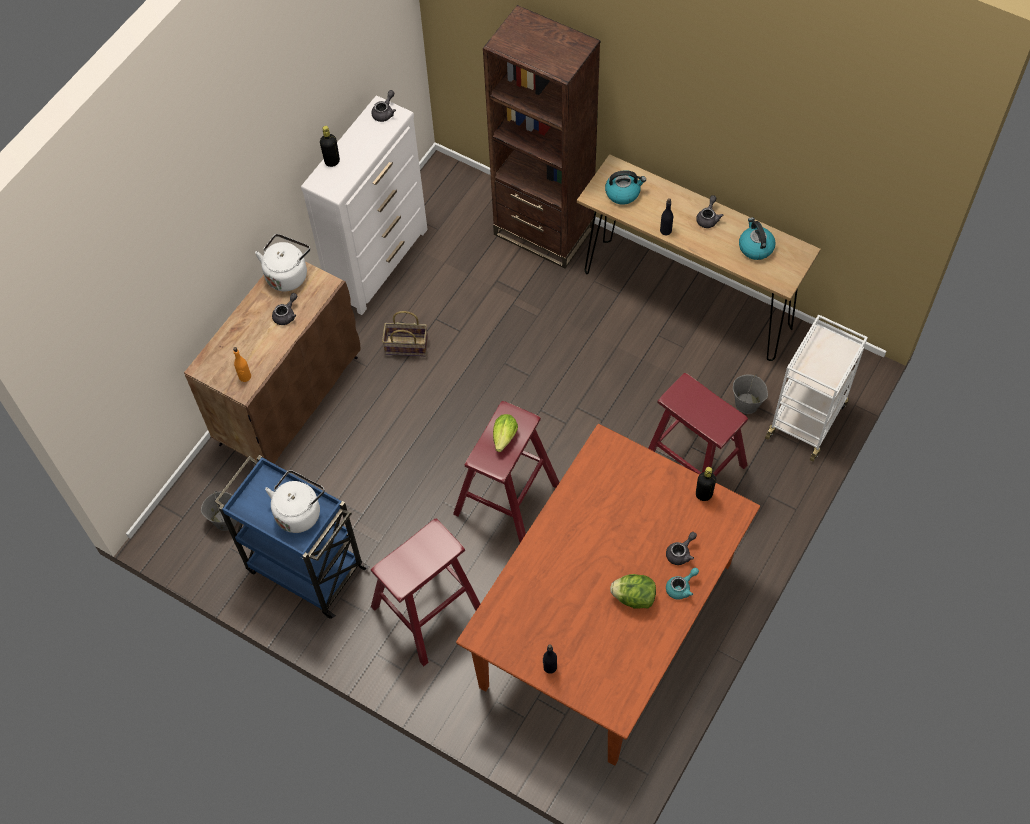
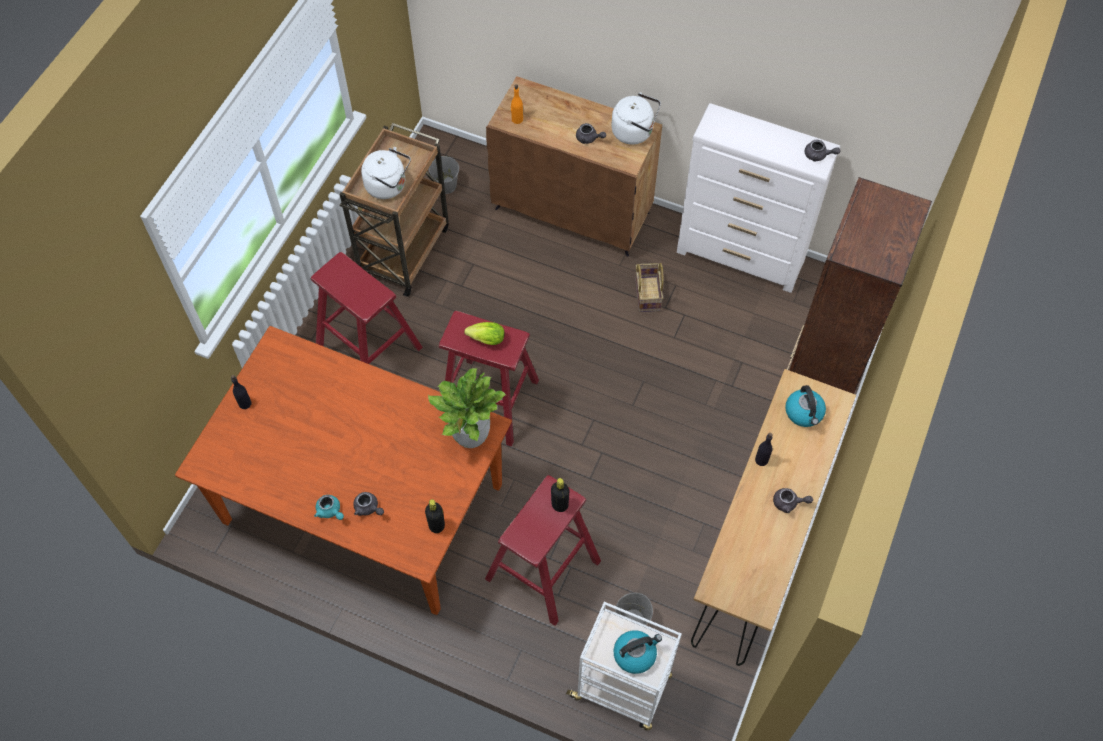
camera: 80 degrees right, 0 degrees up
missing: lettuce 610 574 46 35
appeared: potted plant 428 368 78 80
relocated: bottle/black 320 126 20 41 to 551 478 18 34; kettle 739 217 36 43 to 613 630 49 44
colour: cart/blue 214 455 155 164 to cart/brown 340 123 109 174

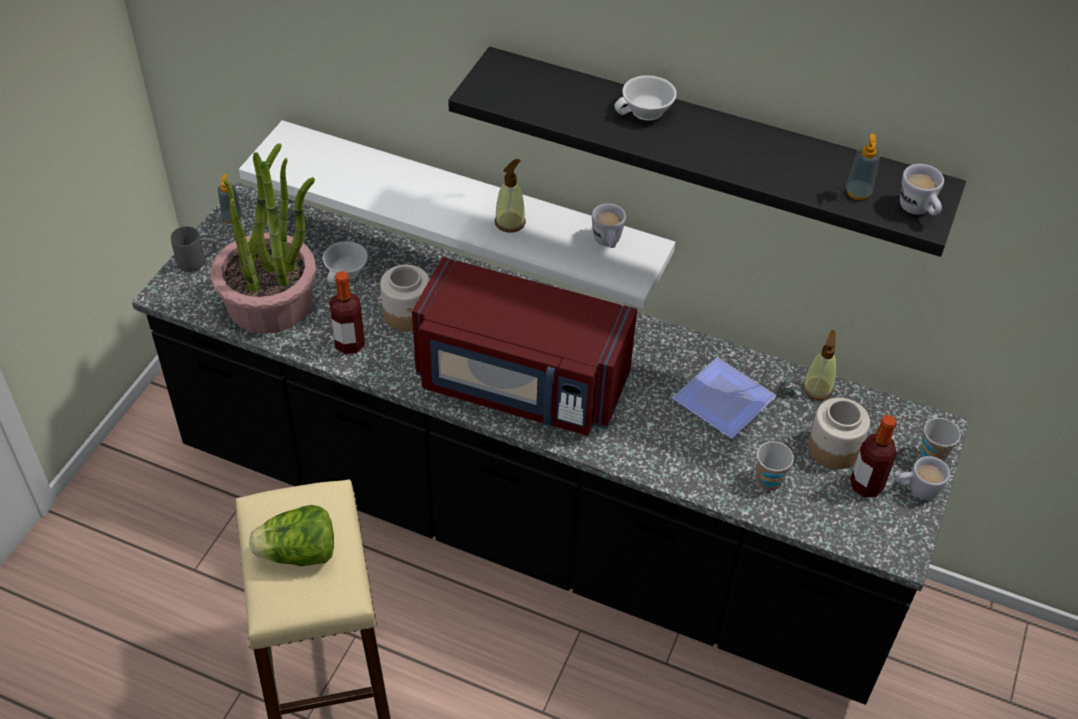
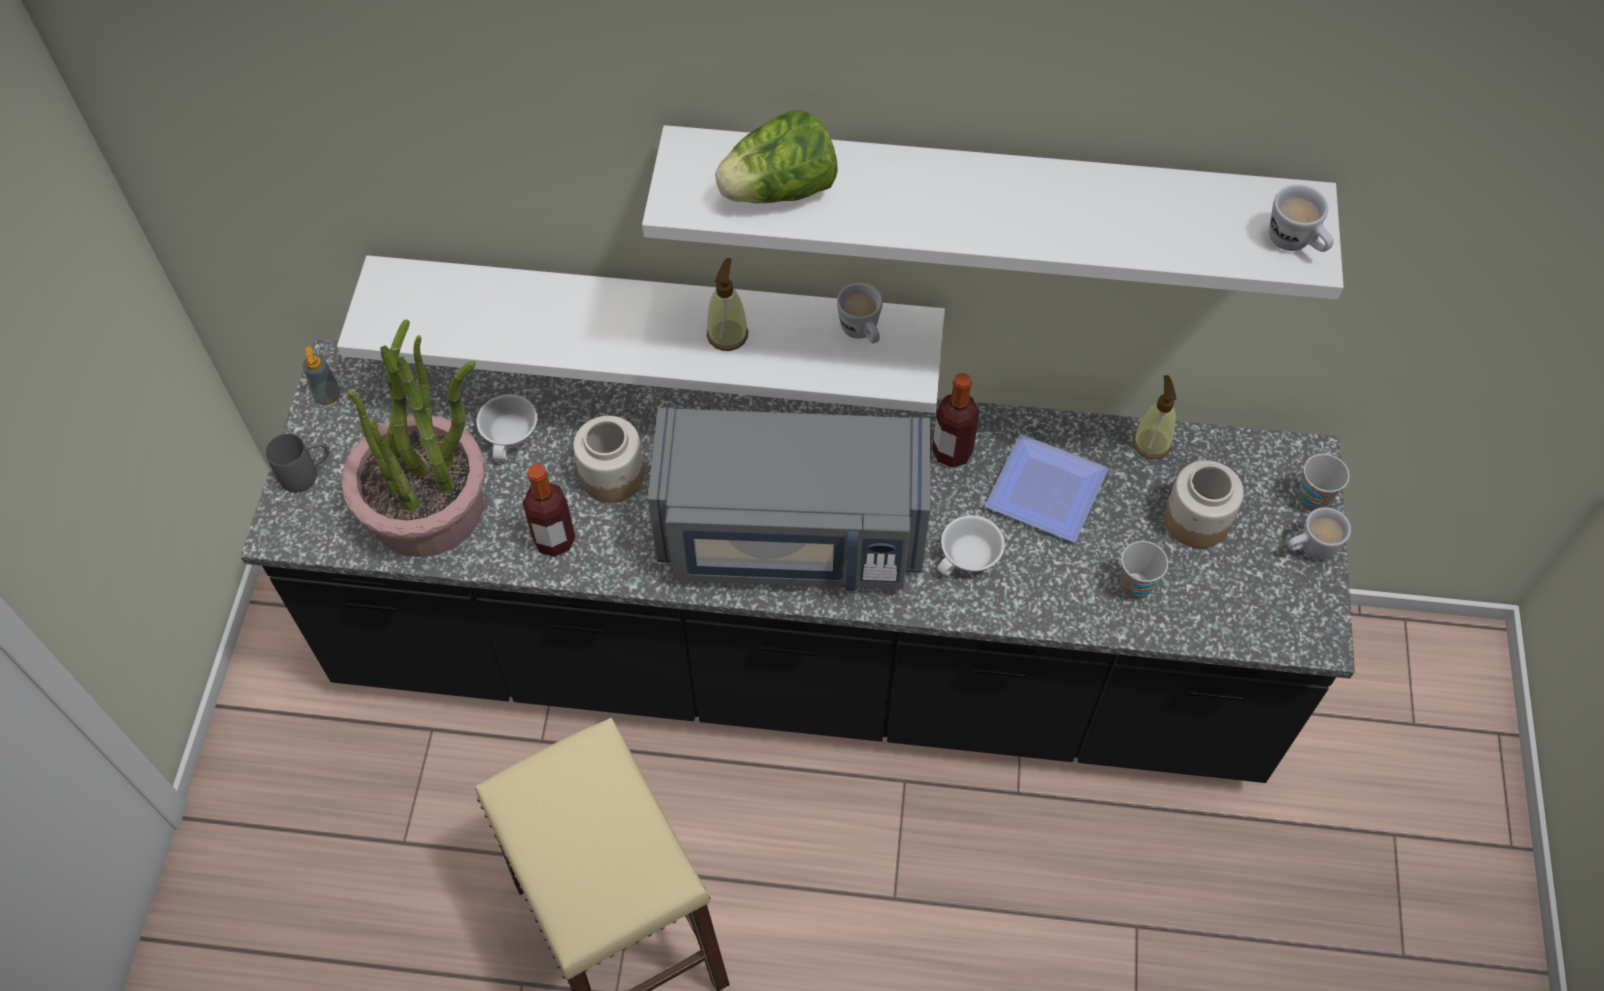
camera: 15 degrees left, 10 degrees up
missing: soap dispenser 846 133 35 67
relocated: lettuce 249 505 85 61 to 715 110 123 93; cup/white 614 75 63 46 to 937 515 68 61; bottle 850 415 47 82 to 932 373 47 95
colour: microwave/red 412 257 225 179 to microwave/grey 648 408 283 183; shelf/black 448 47 518 210 to shelf/white 642 125 701 175

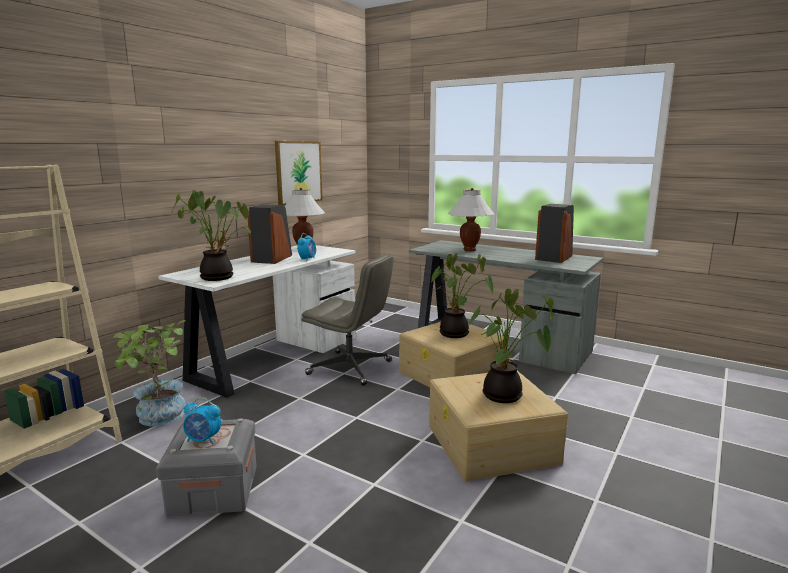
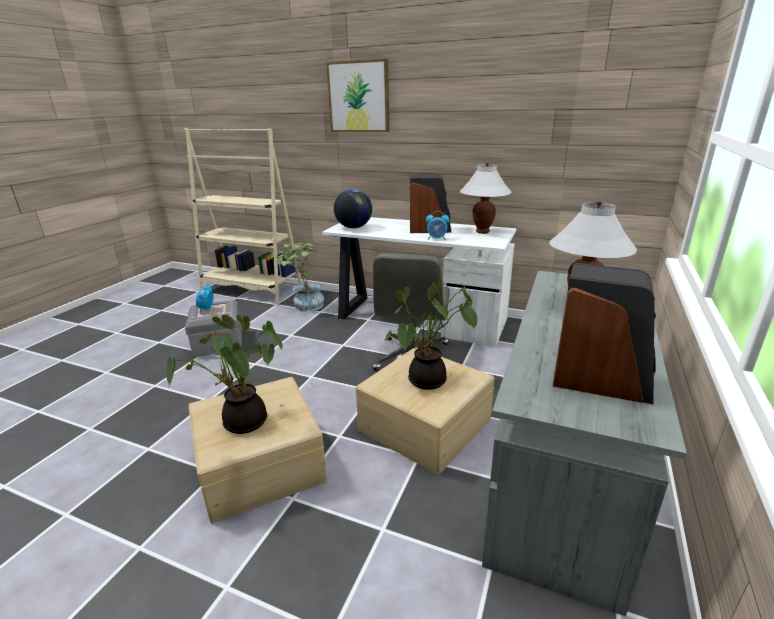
camera: 80 degrees right, 10 degrees up
relocated: picture 275 141 48 64 to 326 59 63 73
exchanged: potted plant 171 190 80 91 to globe 334 189 38 39

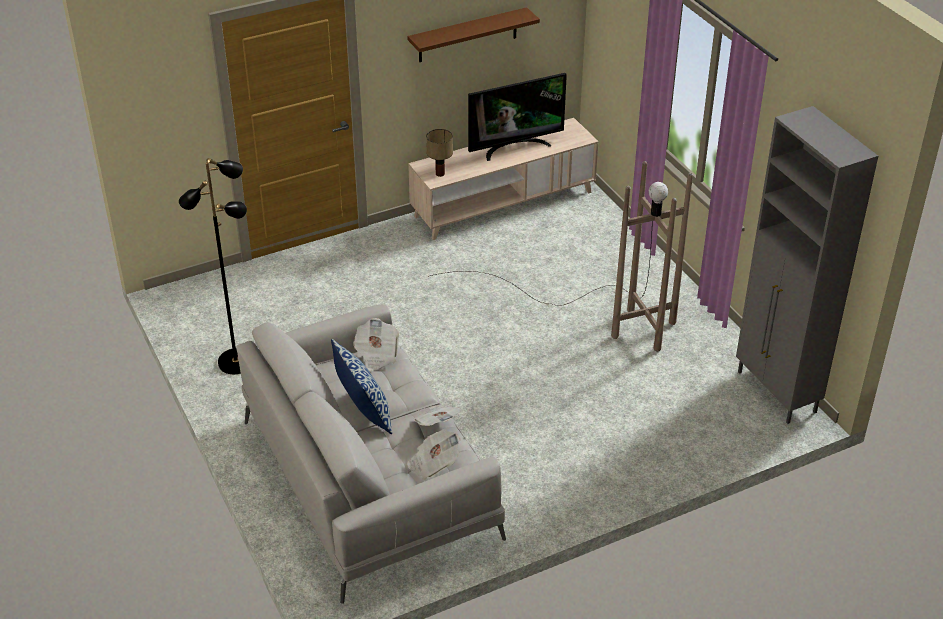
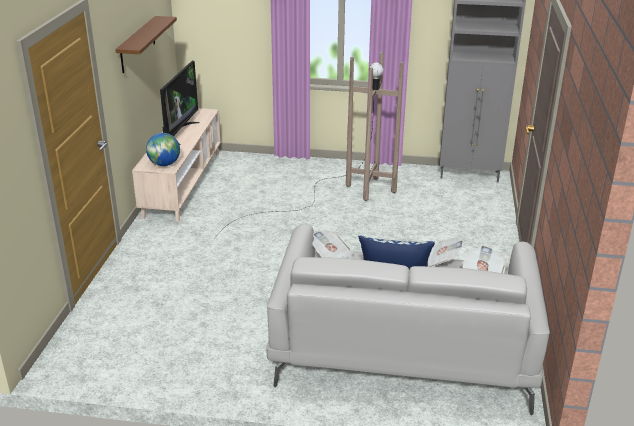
camera: 55 degrees left, 10 degrees down
missing: floor lamp/black 179 158 68 216
exchanged: table lamp 426 129 27 48 to globe 146 133 34 33

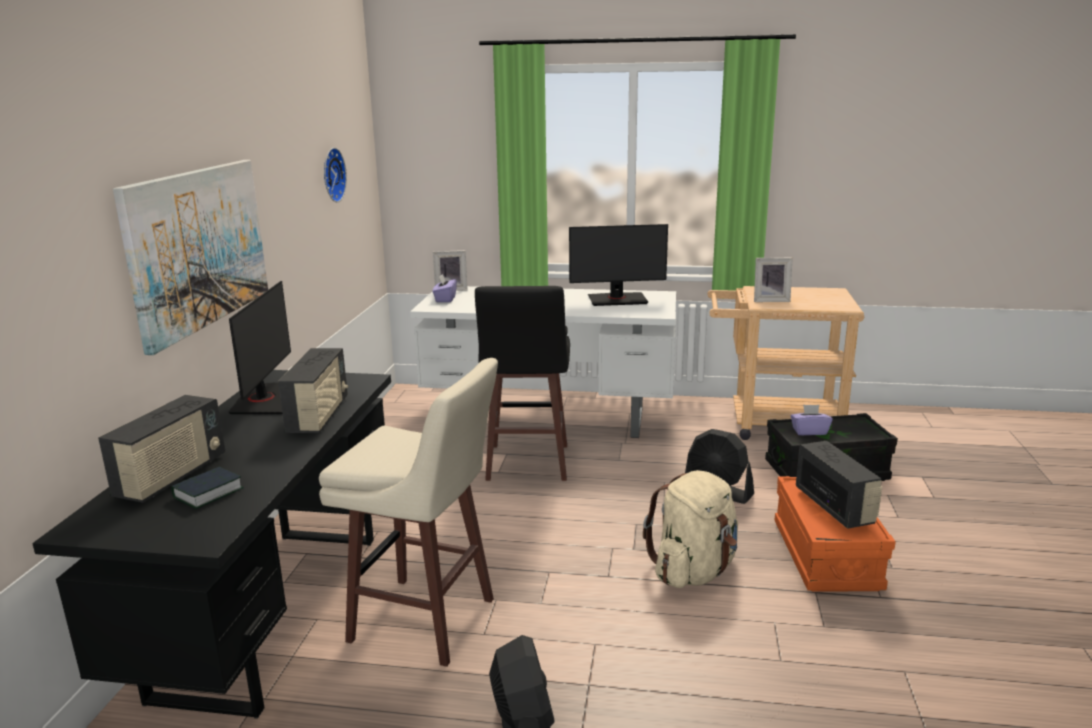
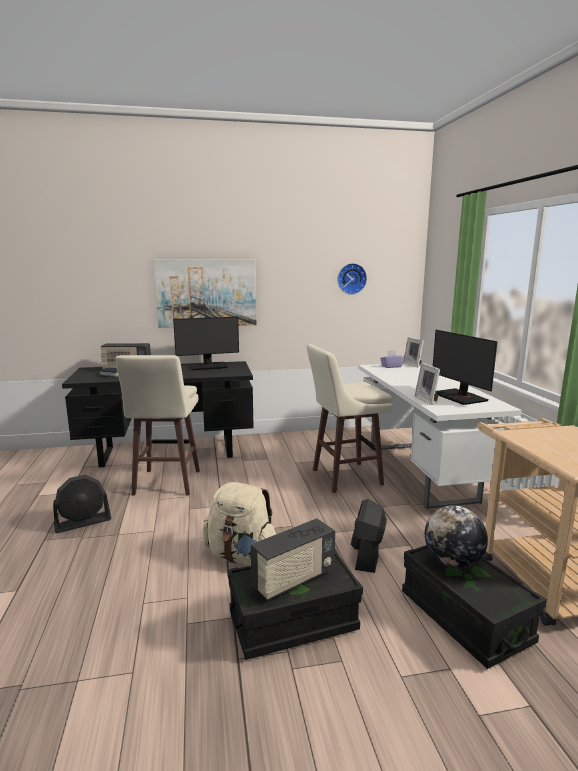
camera: 70 degrees right, 5 degrees down
missing: radio 278 348 70 85
relocated: picture frame 754 258 39 44 to 414 363 26 42
exchanged: tissue box/purple 791 405 42 30 to globe 425 505 63 63
colour: stool/black 475 286 95 195 to stool/beige 307 344 85 149; storage box/orange 775 476 121 116 to storage box/black 227 550 136 110

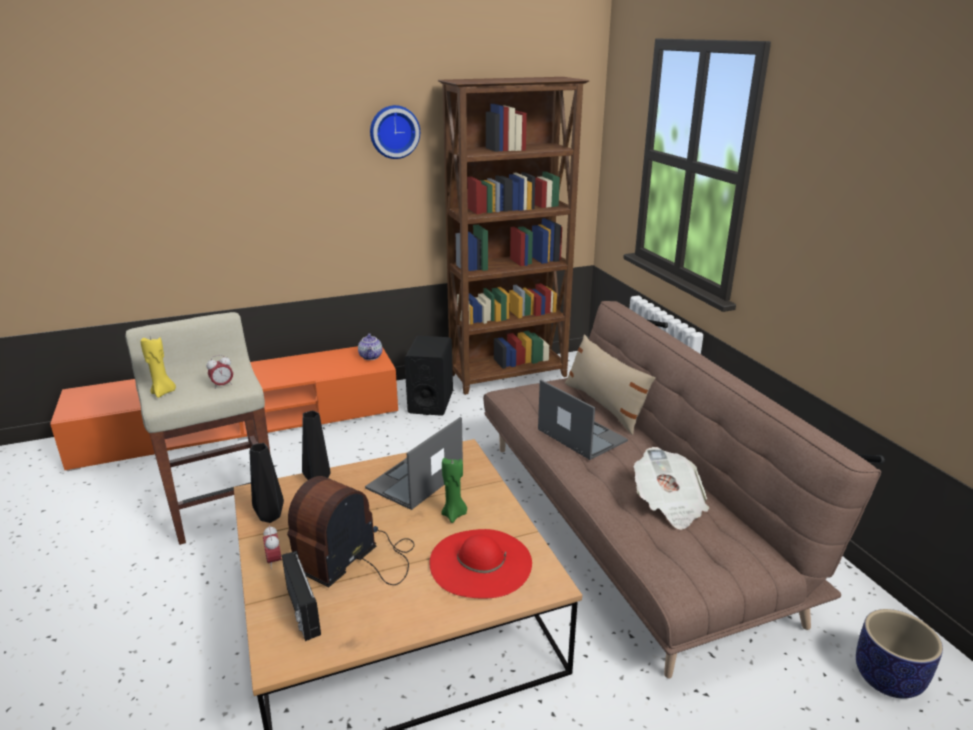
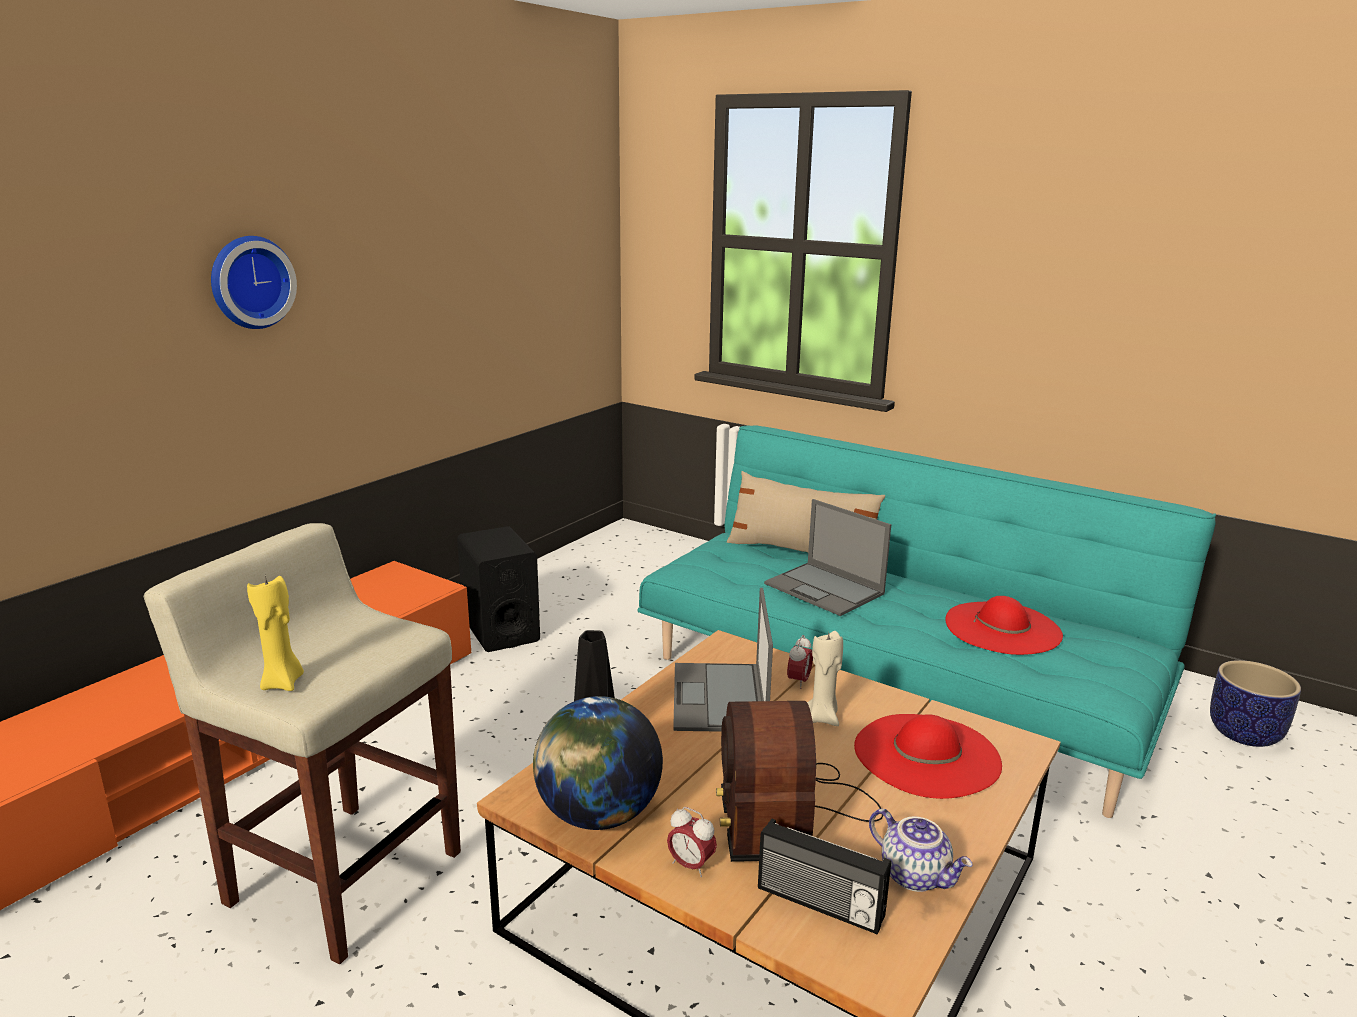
camera: 35 degrees left, 5 degrees down
missing: bookcase/brown 438 77 152 318
relocated: alarm clock 206 355 27 34 to 787 635 26 54; teapot 358 333 24 27 to 869 809 104 83; wall clock 370 105 50 54 to 211 236 86 93
exchanged: vase/black 250 443 34 80 to globe 533 696 130 134; newspaper 634 447 75 83 to hat/red 945 596 118 59
colour: candle/green 441 458 26 65 to candle/beige 807 631 36 95; sofa/brown 483 301 402 377 to sofa/turquoise 638 425 578 393
spun: laptop 538 380 90 80 = 764 499 127 117 150 degrees counterclockwise

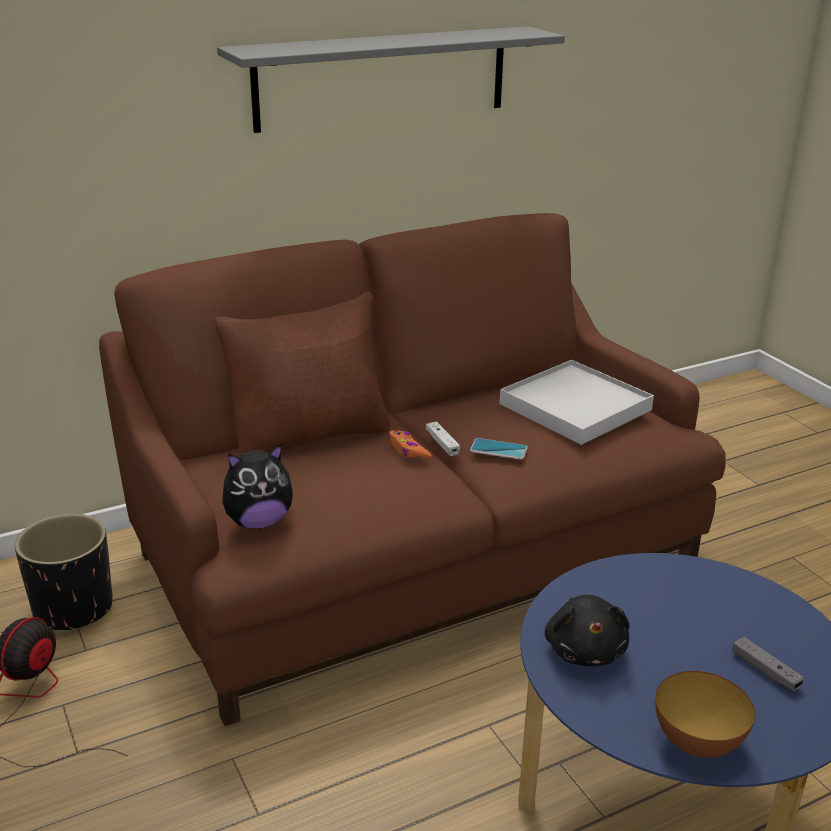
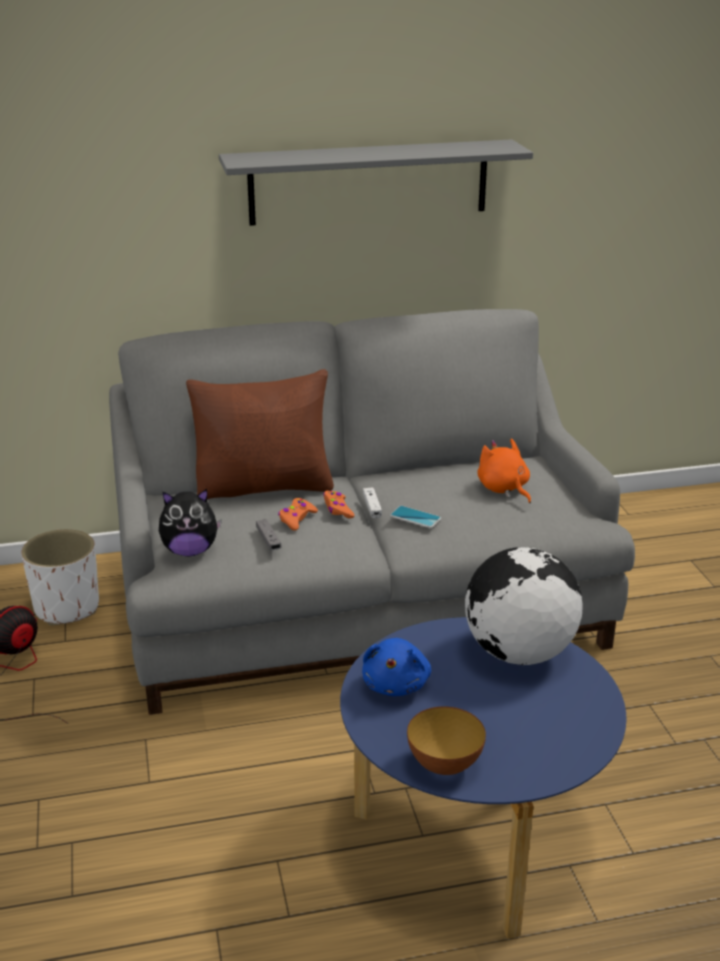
camera: 15 degrees right, 0 degrees up
appeared: game controller/orange 278 498 40 33; globe 465 547 118 118
relocated: game controller/grey 732 637 72 54 to 256 519 26 31
exchanged: tray/white 499 360 155 85 to plush toy/orange 477 438 54 65
colour: planter/black 15 514 98 119 to planter/white 21 529 78 96; sofa/brown 99 213 627 513 to sofa/grey 109 309 526 406; plush toy/black 545 595 84 71 to plush toy/blue 362 638 69 58

